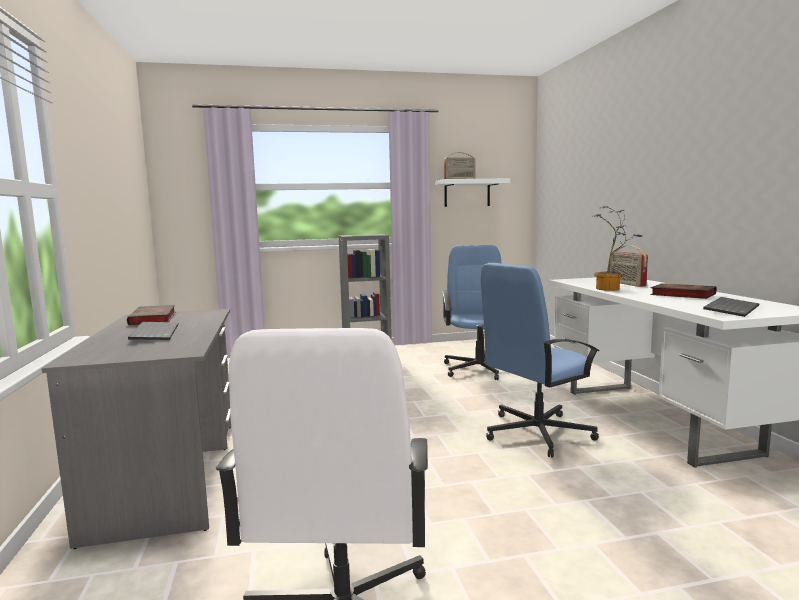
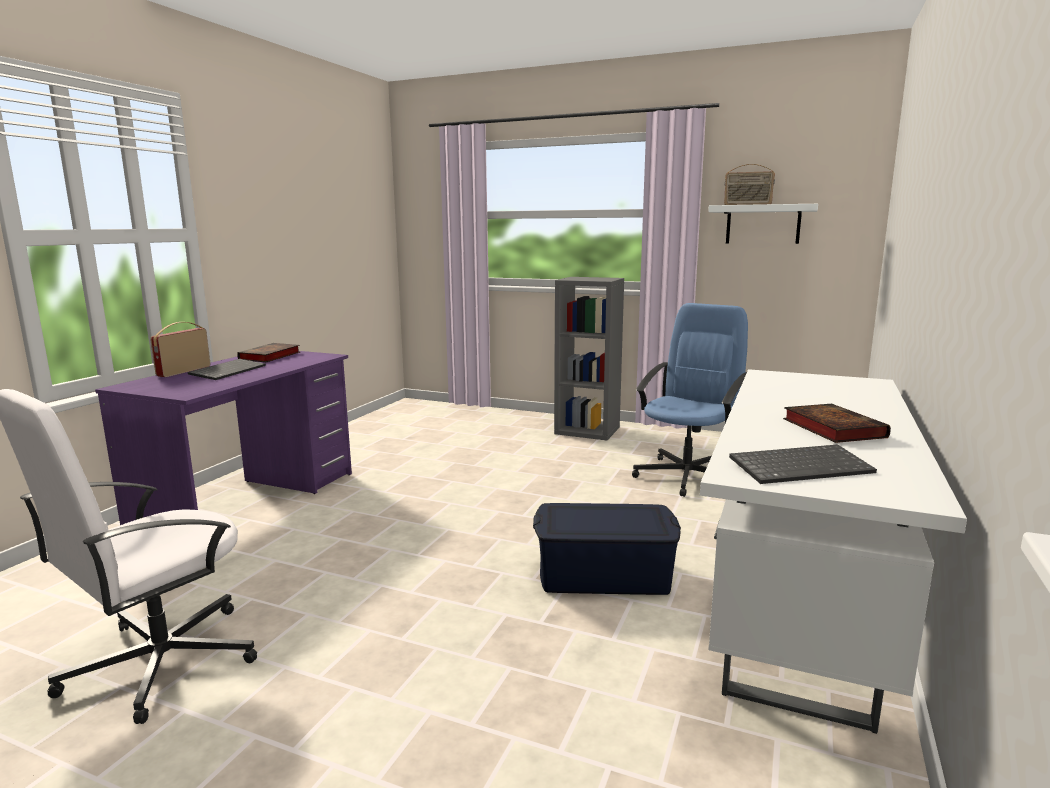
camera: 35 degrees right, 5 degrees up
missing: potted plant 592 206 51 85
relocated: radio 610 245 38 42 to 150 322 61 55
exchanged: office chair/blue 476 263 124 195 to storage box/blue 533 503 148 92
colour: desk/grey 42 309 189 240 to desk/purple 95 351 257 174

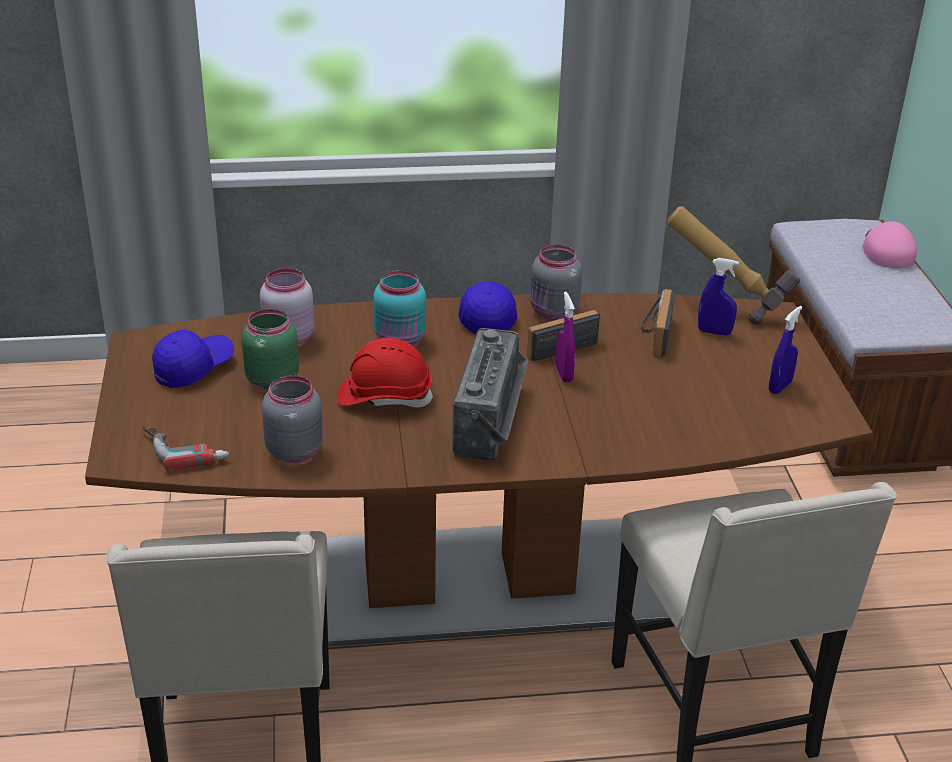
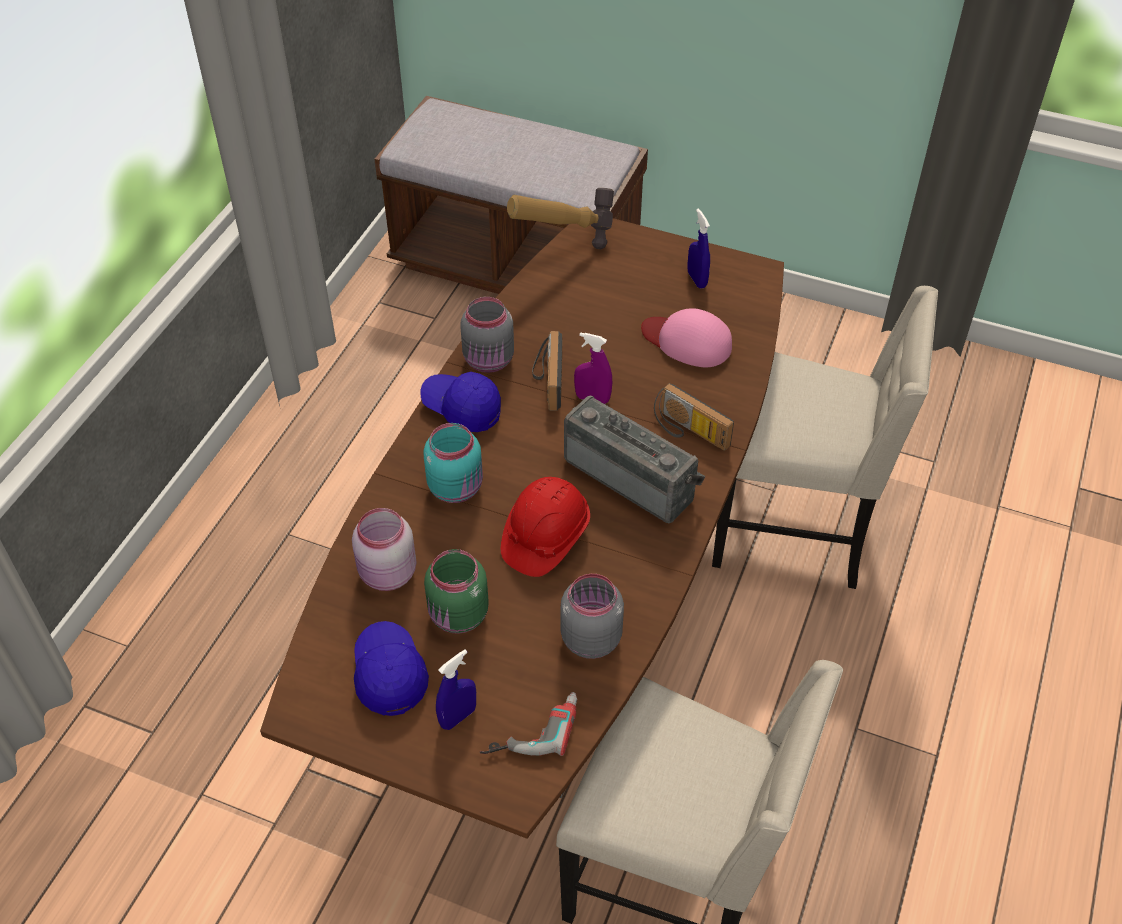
camera: 60 degrees left, 15 degrees up
relocated: radio 641 289 34 68 to 654 383 80 68; spray bottle/blue 698 258 41 78 to 436 649 40 81; cap/pink 863 221 54 47 to 641 308 91 59

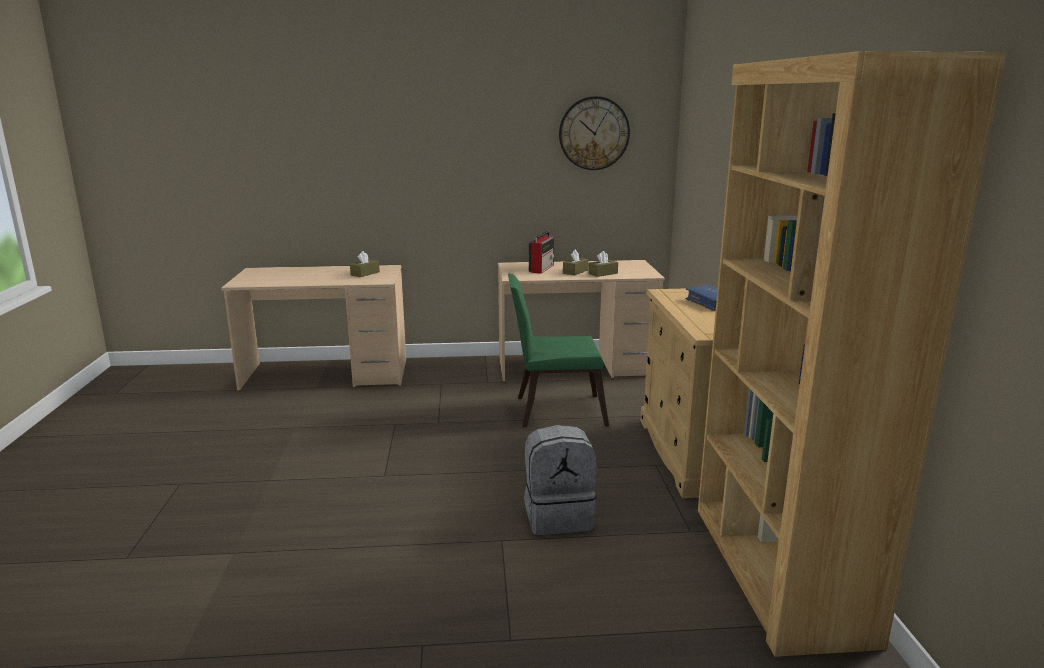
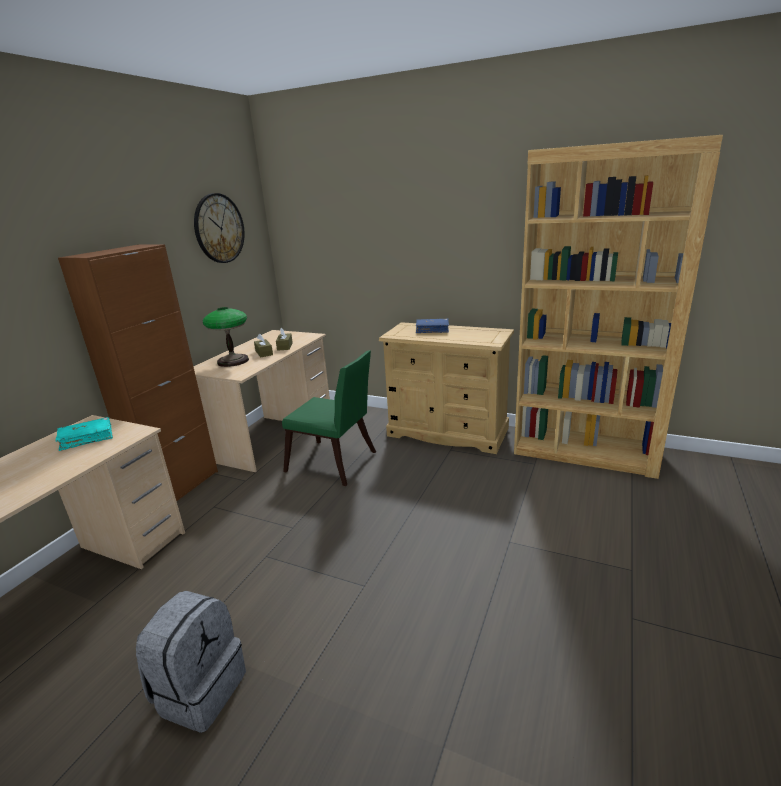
camera: 60 degrees left, 5 degrees up
appeared: cabinet/brown 58 244 160 257
relocated: backpack/grey 524 425 73 110 to 136 591 110 142
exchanged: tissue box/brown 350 251 30 26 to book/turquoise 56 417 57 34; radio 529 231 25 43 to table lamp 203 307 46 60
spun: chair/green 508 274 101 153 = 282 350 94 136 90 degrees counterclockwise

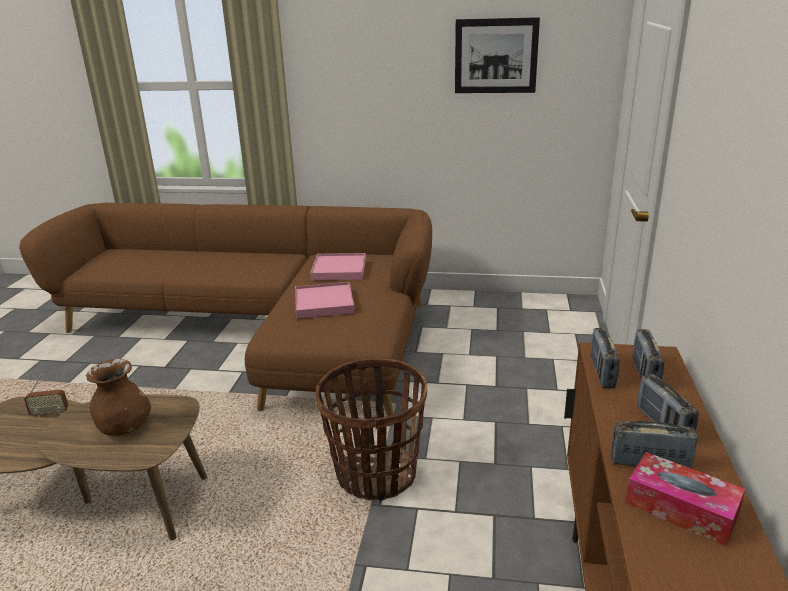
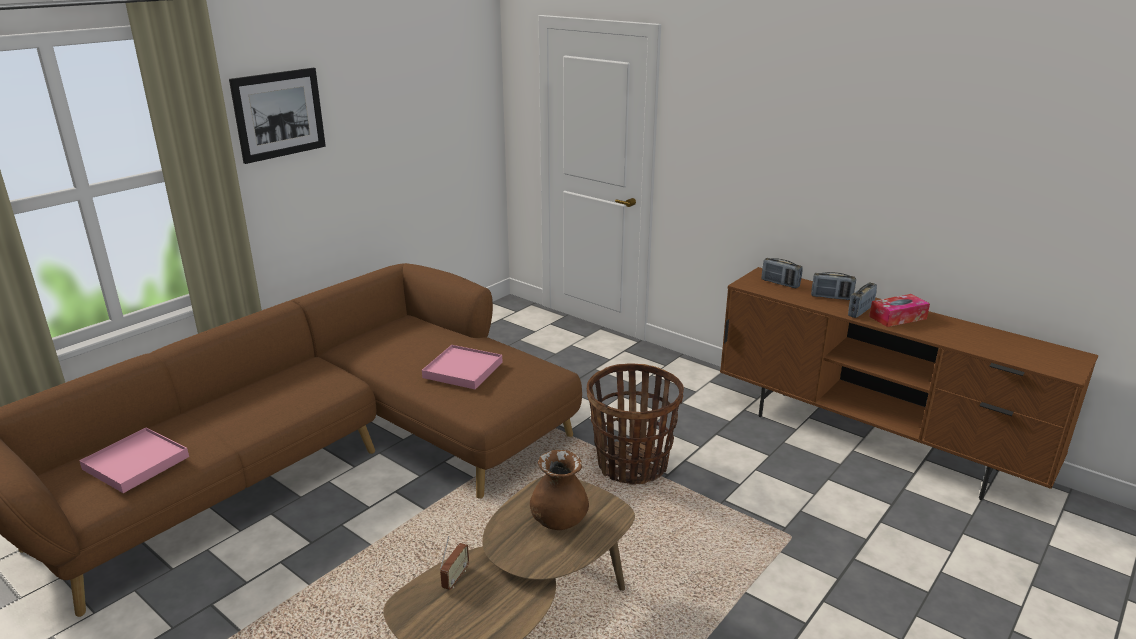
camera: 60 degrees left, 0 degrees up
missing: radio 590 328 30 60
relocated: tray/pink 310 253 56 27 to 79 428 110 65; picture 455 17 85 76 to 229 68 97 96

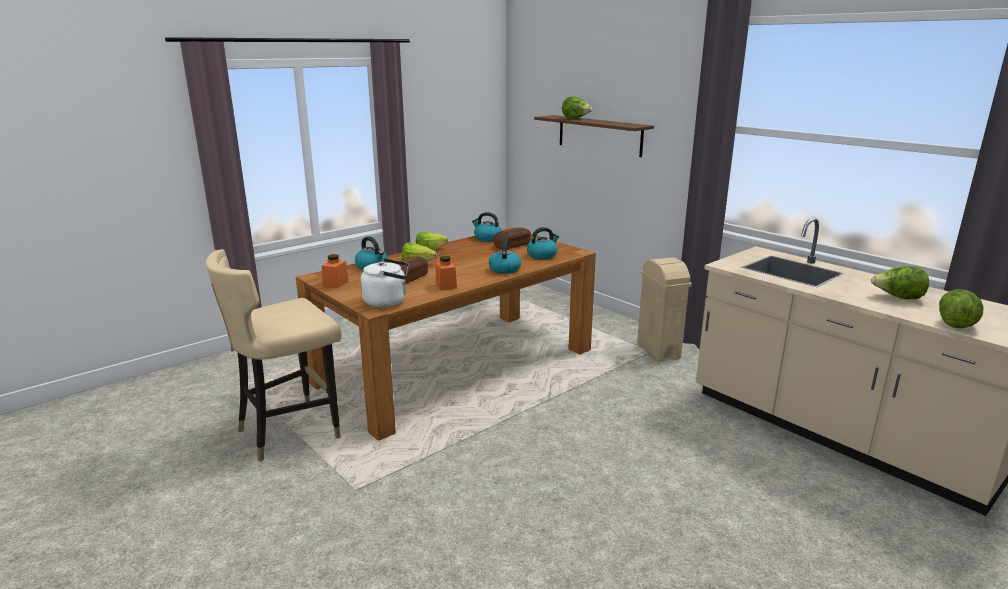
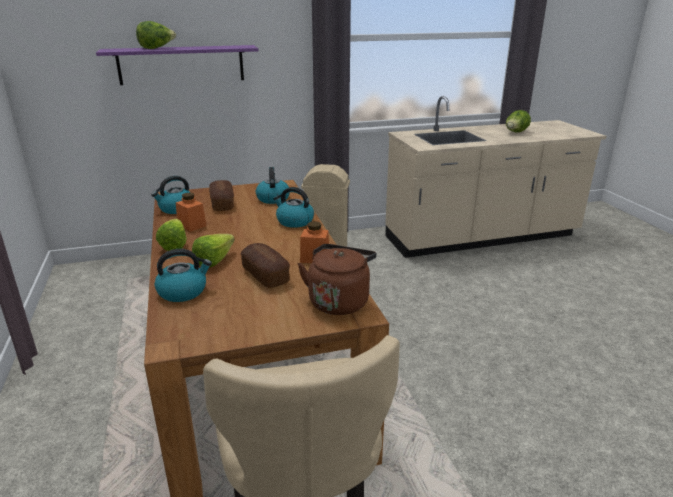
camera: 65 degrees left, 5 degrees up
missing: lettuce 939 289 45 39
relocated: jar/orange 322 254 27 34 to 176 193 30 39
colour: kettle/white 360 258 49 50 to kettle/brown 298 244 79 71; shelf/brown 534 115 120 42 to shelf/purple 96 45 163 40

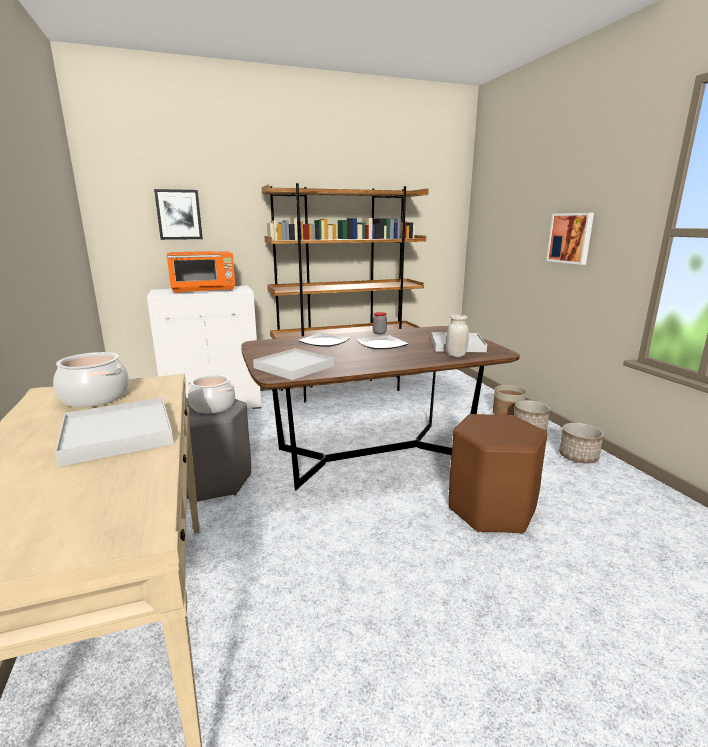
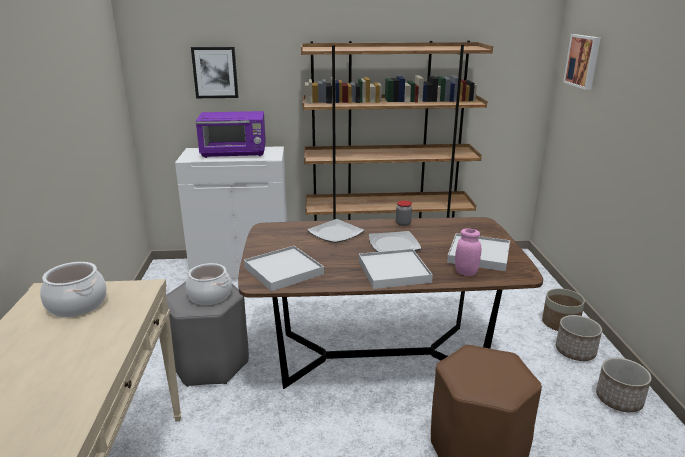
camera: 15 degrees right, 5 degrees up
relocated: tray/white 55 398 119 69 to 359 249 74 40; picture 546 213 48 52 to 563 34 37 56
colour: microwave/orange 167 251 68 42 to microwave/purple 196 111 70 47; jar/white 446 315 23 42 to jar/pink 455 228 26 48

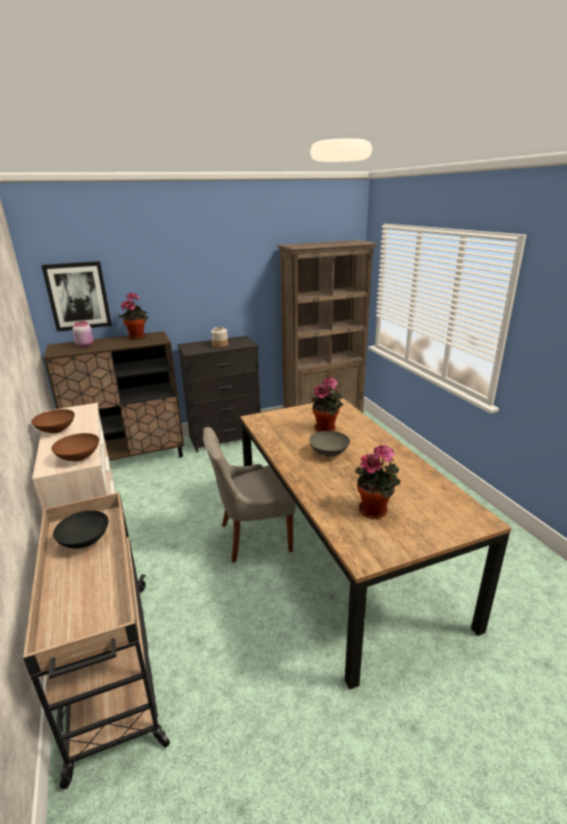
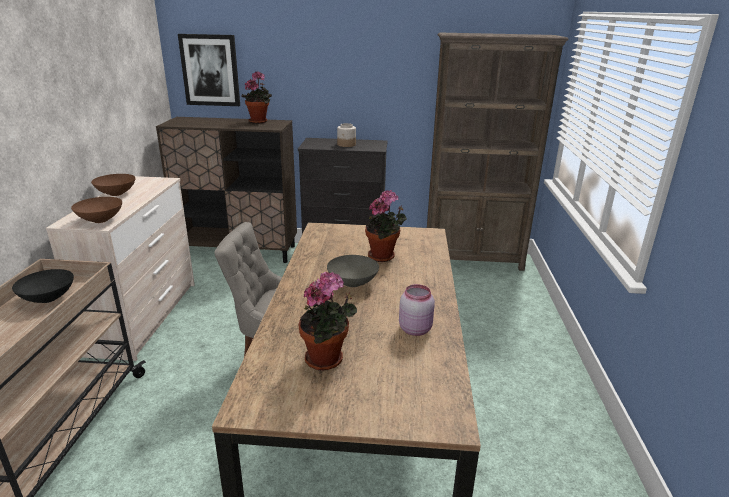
camera: 25 degrees right, 0 degrees up
relocated: jar/pink 72 321 22 26 to 399 284 36 52

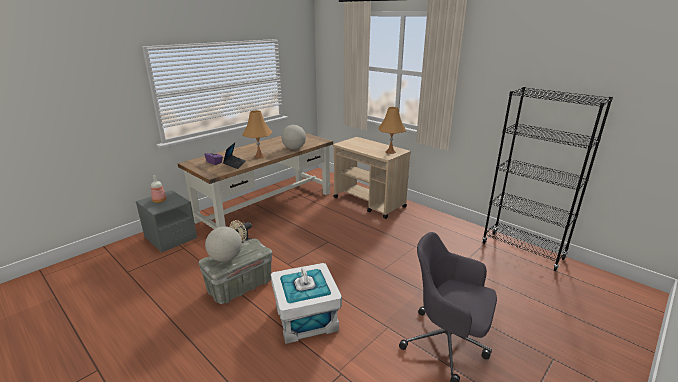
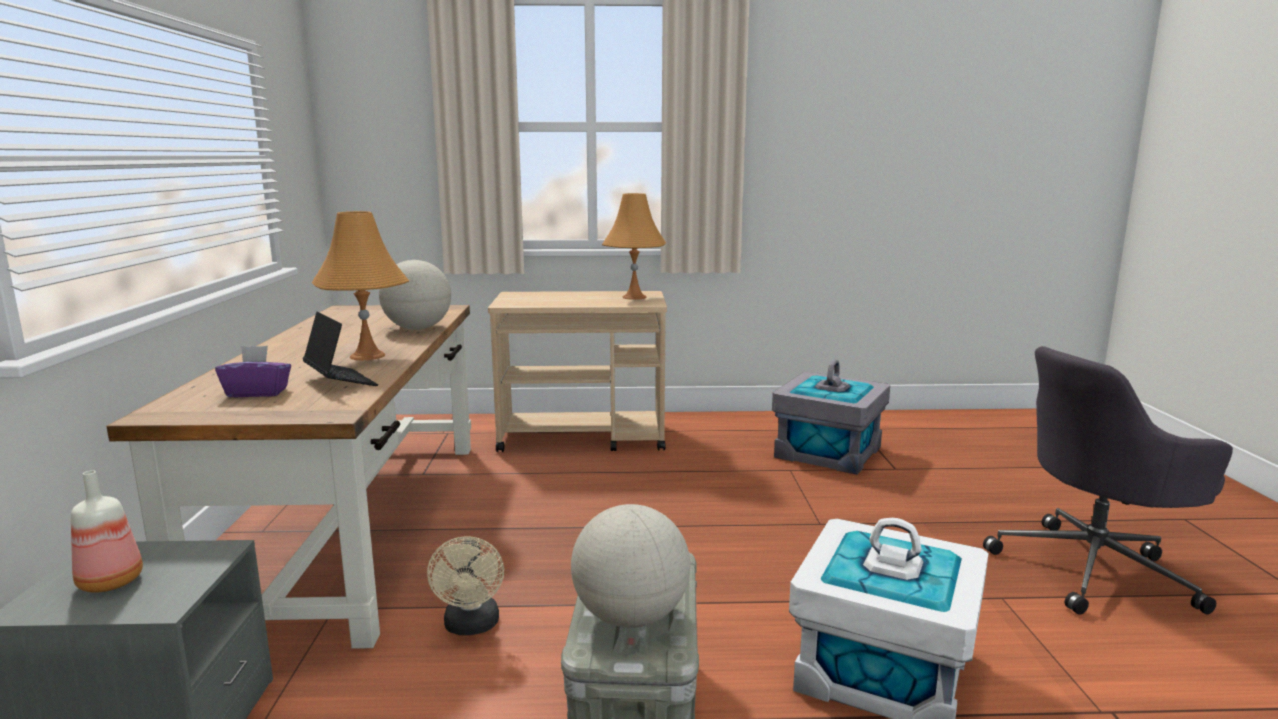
camera: 45 degrees left, 10 degrees down
missing: bookcase/black 482 87 131 184
appeared: storage box/grey 772 359 118 116

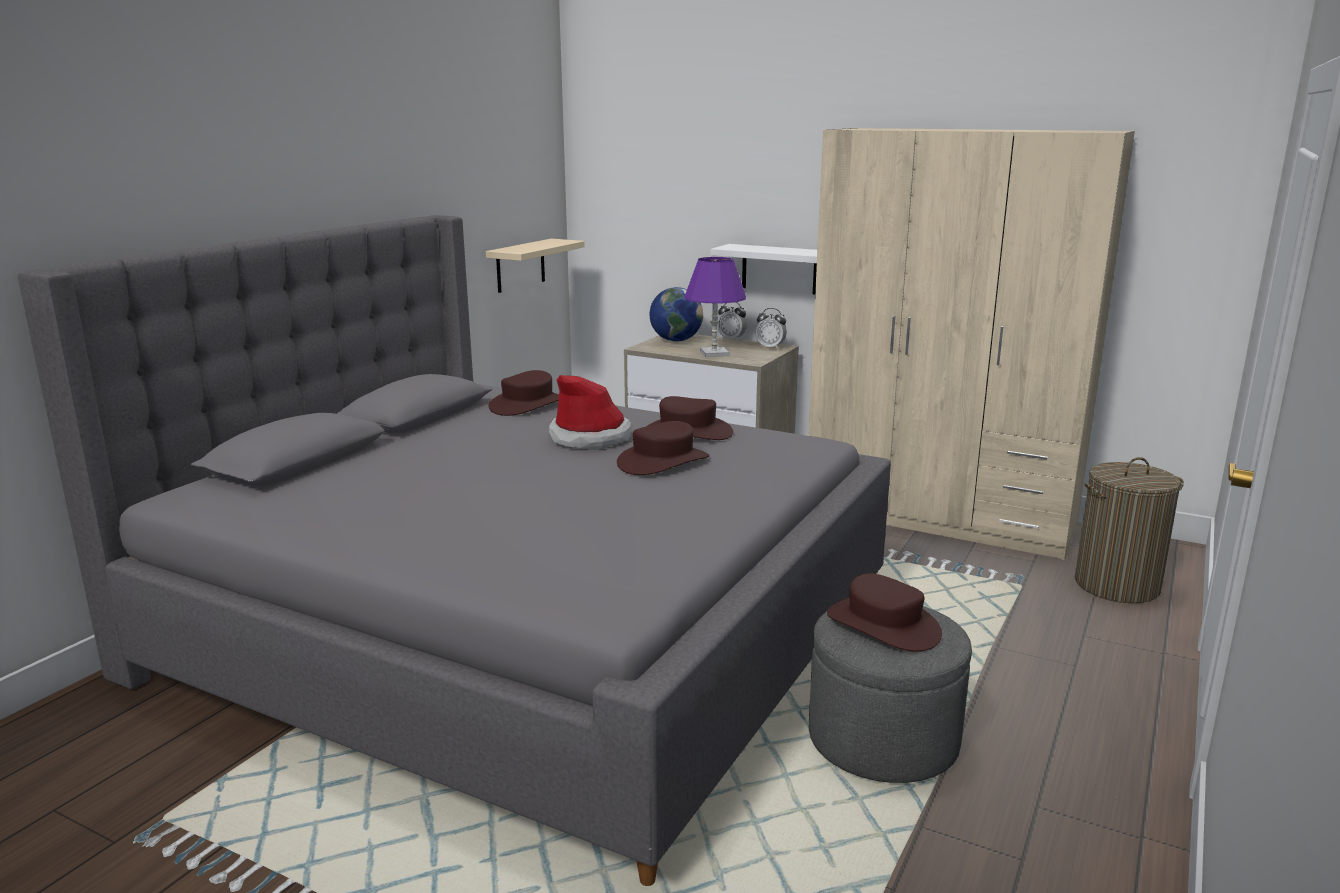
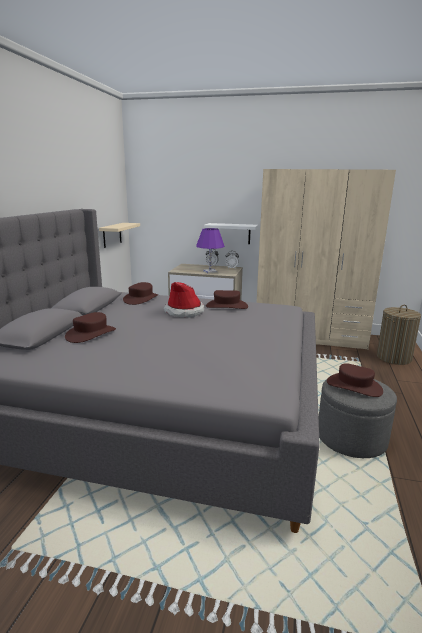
camera: 15 degrees left, 0 degrees up
missing: globe 650 287 53 54
relocated: hat/brown 617 421 92 54 to 65 312 51 31

